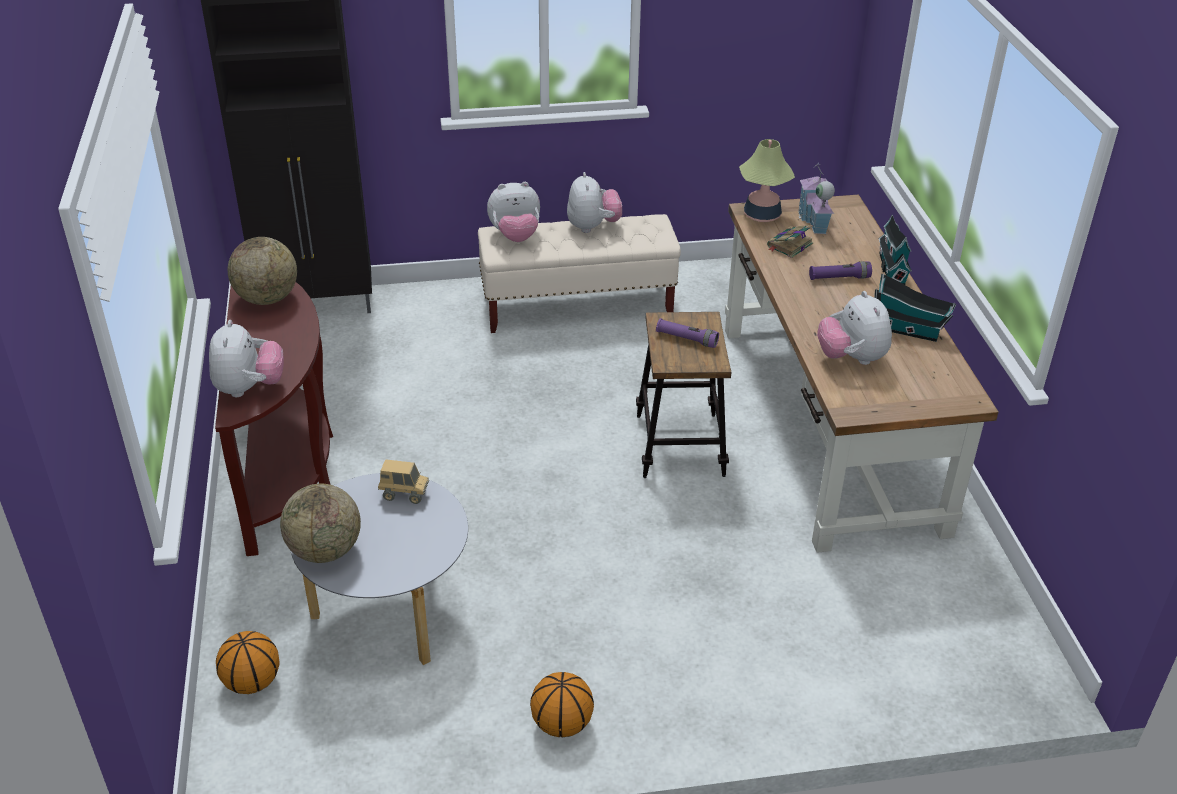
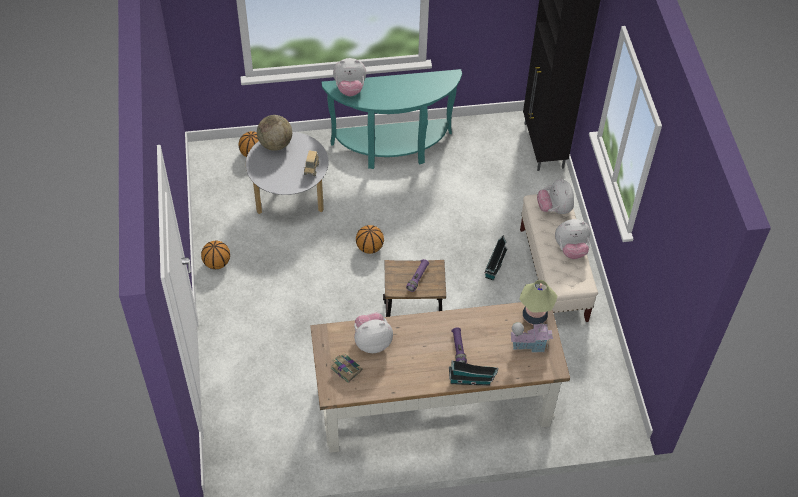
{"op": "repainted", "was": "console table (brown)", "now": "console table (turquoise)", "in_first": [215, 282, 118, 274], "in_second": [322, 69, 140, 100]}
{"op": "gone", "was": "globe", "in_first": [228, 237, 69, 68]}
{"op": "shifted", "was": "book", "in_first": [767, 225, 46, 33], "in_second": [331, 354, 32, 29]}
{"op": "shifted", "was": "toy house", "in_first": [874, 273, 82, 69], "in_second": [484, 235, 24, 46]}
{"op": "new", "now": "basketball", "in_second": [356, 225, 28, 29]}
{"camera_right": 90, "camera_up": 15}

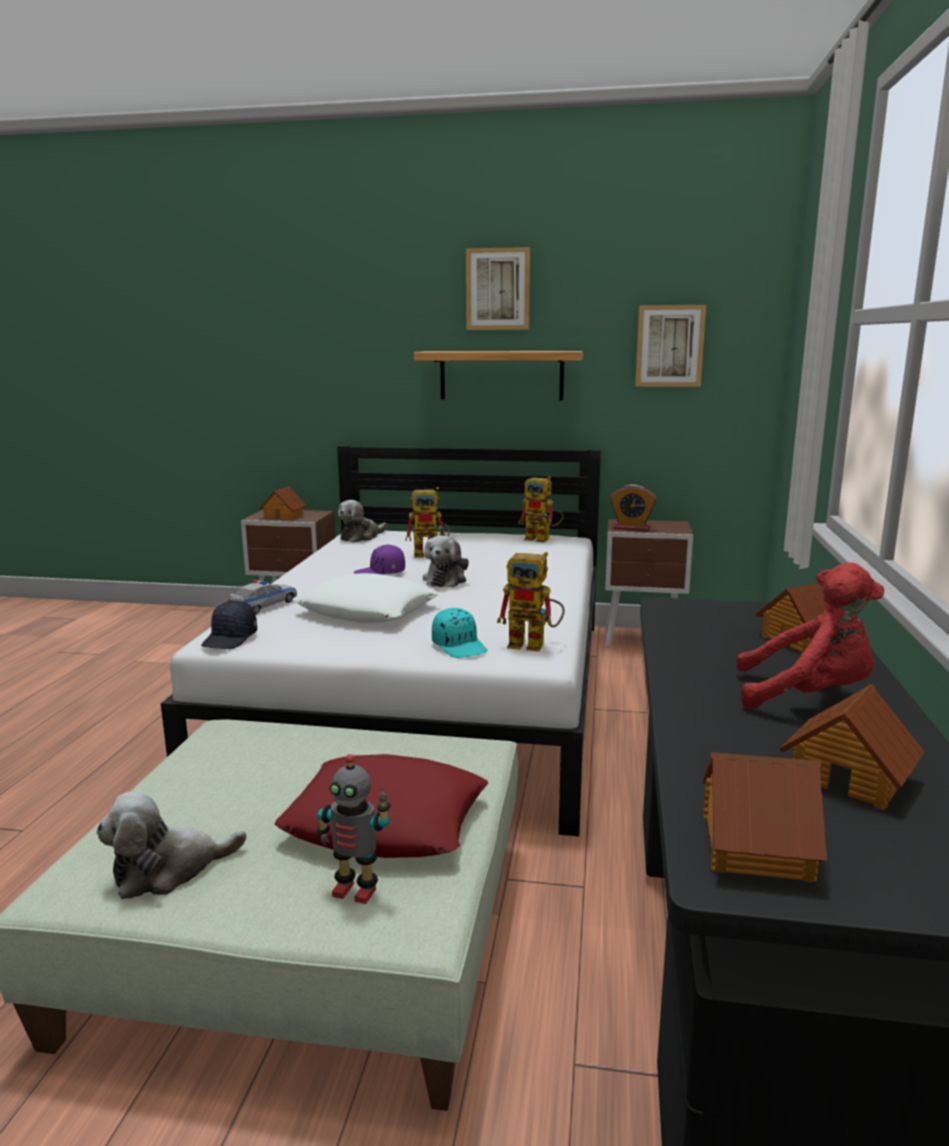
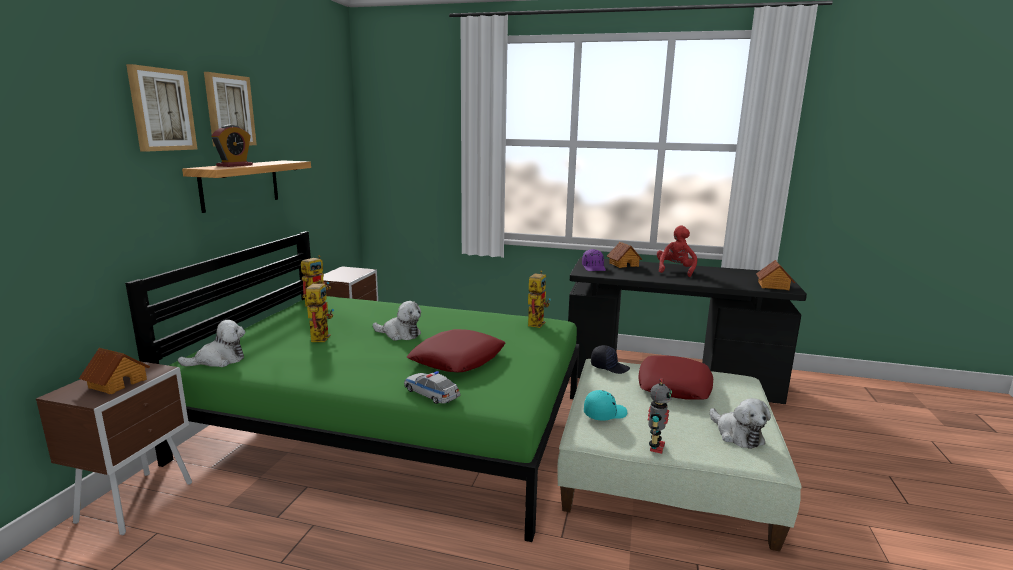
{"op": "repainted", "was": "bed (white)", "now": "bed (green)", "in_first": [161, 446, 440, 390], "in_second": [125, 231, 455, 311]}
{"op": "shifted", "was": "cap (black)", "in_first": [201, 601, 56, 48], "in_second": [591, 345, 39, 29]}
{"op": "repainted", "was": "pillow (white)", "now": "pillow (red)", "in_first": [295, 573, 144, 50], "in_second": [407, 329, 98, 43]}
{"op": "shifted", "was": "toy robot", "in_first": [317, 754, 74, 150], "in_second": [647, 378, 25, 76]}
{"op": "rotated", "was": "plush toy", "in_first": [338, 500, 49, 43], "in_second": [178, 320, 67, 47], "clockwise": -75}
{"op": "shifted", "was": "cap (purple)", "in_first": [354, 545, 51, 30], "in_second": [582, 249, 24, 22]}
{"op": "shifted", "was": "cap (turquoise)", "in_first": [432, 608, 56, 50], "in_second": [584, 390, 43, 31]}
{"op": "shifted", "was": "alarm clock", "in_first": [610, 484, 47, 47], "in_second": [211, 125, 42, 42]}
{"op": "shifted", "was": "picture", "in_first": [635, 305, 71, 82], "in_second": [126, 64, 71, 88]}
{"op": "gone", "was": "toy house", "in_first": [779, 684, 146, 126]}
{"camera_right": -85, "camera_up": 0}

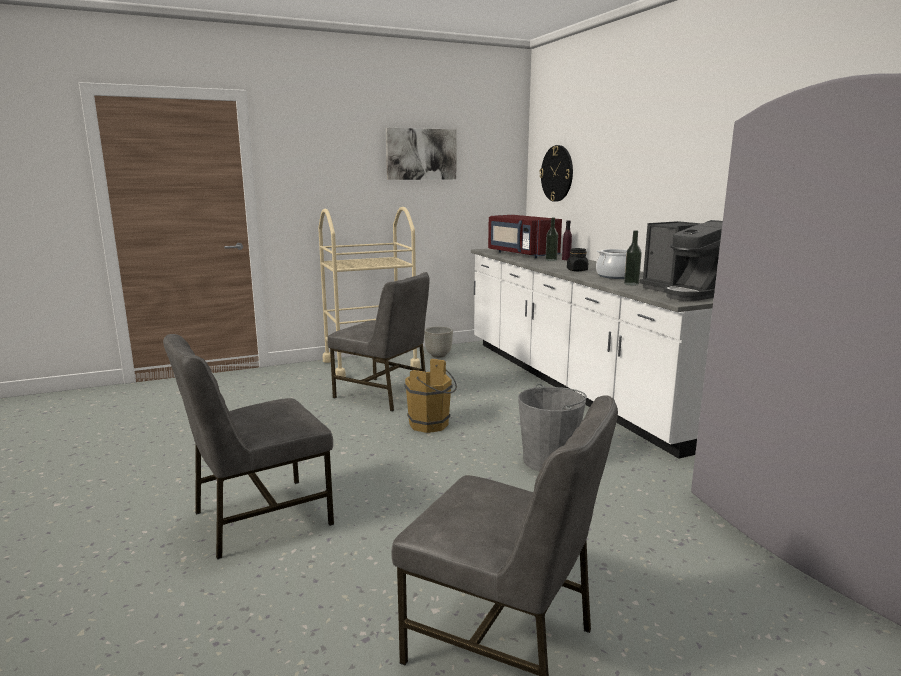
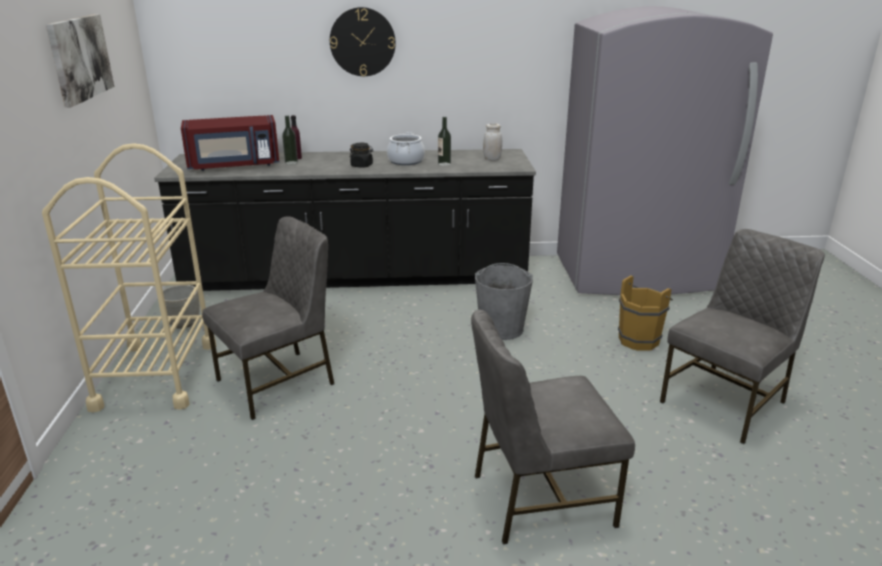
{"op": "rotated", "was": "chair (grey)", "in_first": [163, 334, 171, 225], "in_second": [471, 310, 164, 235], "clockwise": 90}
{"op": "shifted", "was": "bucket (brown)", "in_first": [404, 358, 53, 75], "in_second": [618, 275, 55, 76]}
{"op": "repainted", "was": "counter (white)", "now": "counter (black)", "in_first": [471, 249, 243, 210], "in_second": [154, 149, 382, 142]}
{"op": "shifted", "was": "wall clock", "in_first": [540, 145, 33, 57], "in_second": [330, 7, 66, 69]}
{"op": "swapped", "was": "coffee machine", "now": "jar (white)", "in_first": [640, 220, 83, 81], "in_second": [483, 123, 19, 38]}
{"camera_right": -70, "camera_up": 10}

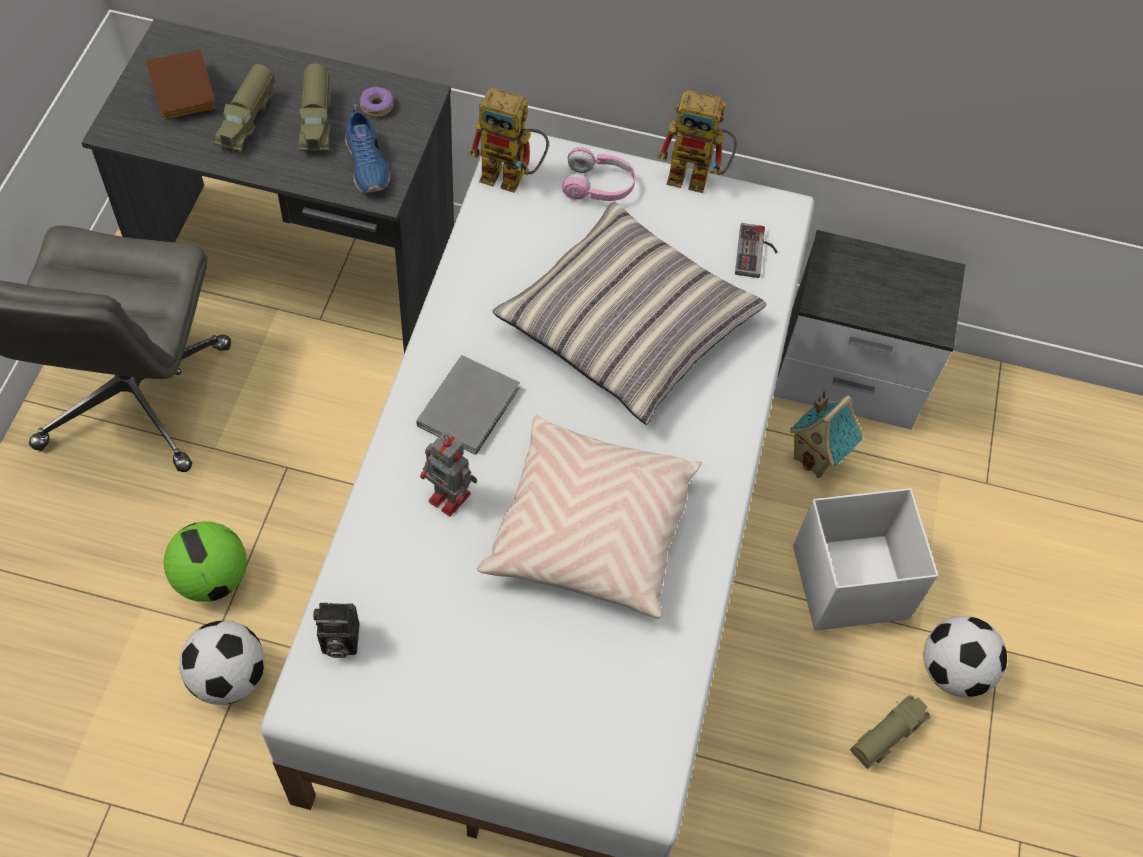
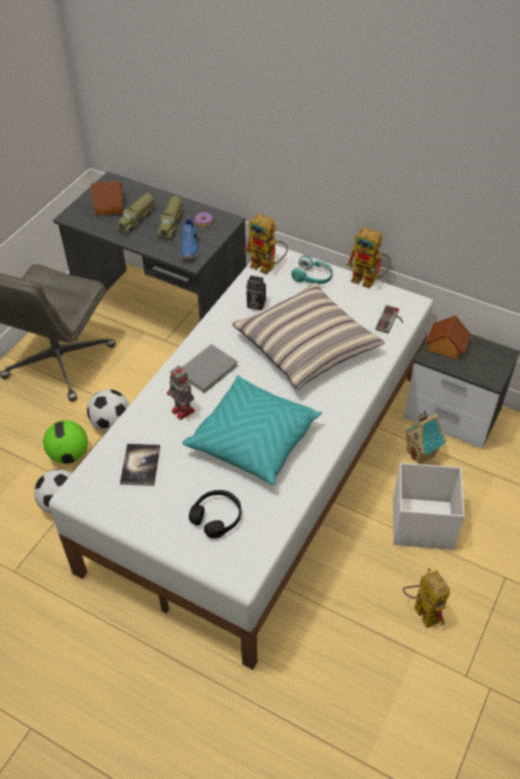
{"op": "shifted", "was": "photo camera", "in_first": [313, 603, 46, 55], "in_second": [246, 275, 20, 35]}
{"op": "repainted", "was": "pillow (beige)", "now": "pillow (turquoise)", "in_first": [477, 416, 225, 202], "in_second": [182, 375, 140, 110]}
{"op": "repainted", "was": "headphones (pink)", "now": "headphones (turquoise)", "in_first": [562, 147, 73, 54], "in_second": [291, 255, 42, 29]}
{"op": "swapped", "was": "toy truck", "now": "toy robot", "in_first": [850, 695, 81, 74], "in_second": [403, 568, 47, 60]}
{"op": "shifted", "was": "football", "in_first": [924, 616, 83, 82], "in_second": [87, 389, 42, 42]}
{"op": "new", "now": "book", "in_second": [120, 444, 40, 42]}
{"op": "new", "now": "headphones (black)", "in_second": [189, 490, 52, 49]}
{"op": "new", "now": "toy house", "in_second": [425, 315, 46, 45]}
{"camera_right": 20, "camera_up": -10}

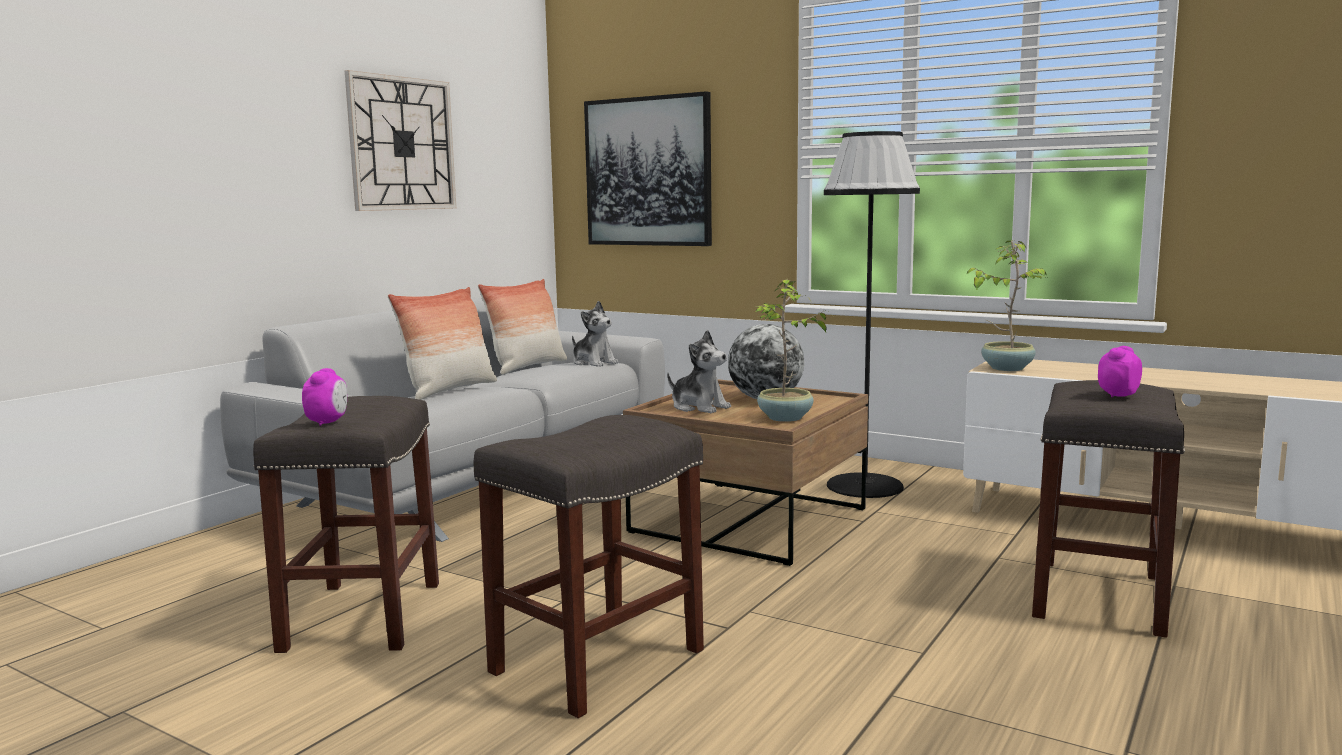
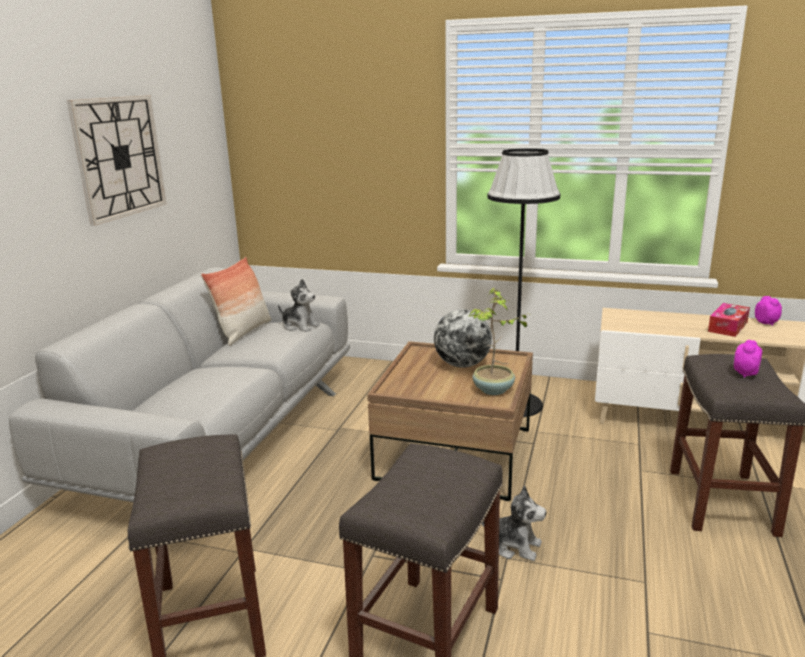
{"op": "shifted", "was": "alarm clock", "in_first": [302, 368, 45, 58], "in_second": [755, 296, 27, 30]}
{"op": "gone", "was": "pillow", "in_first": [388, 287, 109, 113]}
{"op": "gone", "was": "picture", "in_first": [584, 91, 128, 155]}
{"op": "shifted", "was": "plush toy", "in_first": [667, 330, 64, 83], "in_second": [481, 486, 65, 75]}
{"op": "gone", "was": "potted plant", "in_first": [966, 241, 81, 130]}
{"op": "new", "now": "tissue box", "in_second": [708, 303, 42, 34]}
{"camera_right": -15, "camera_up": 10}

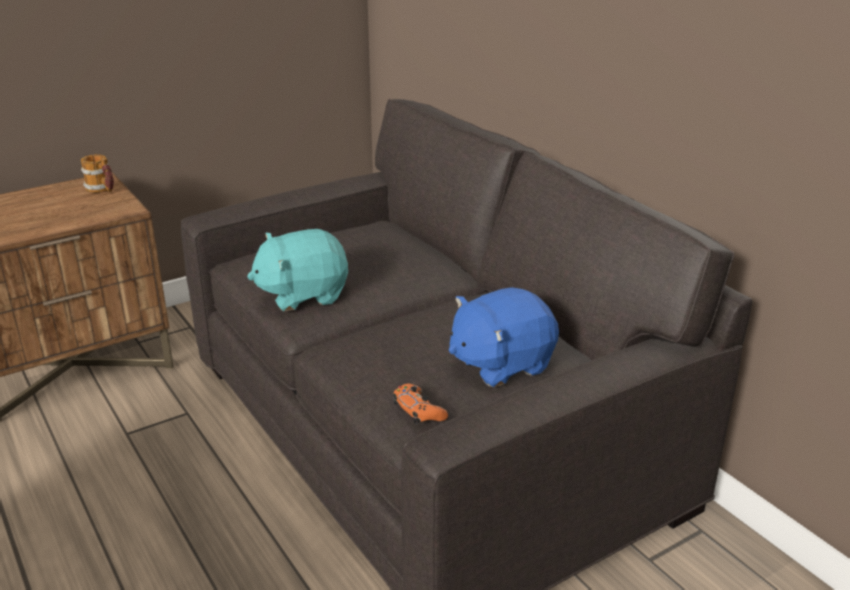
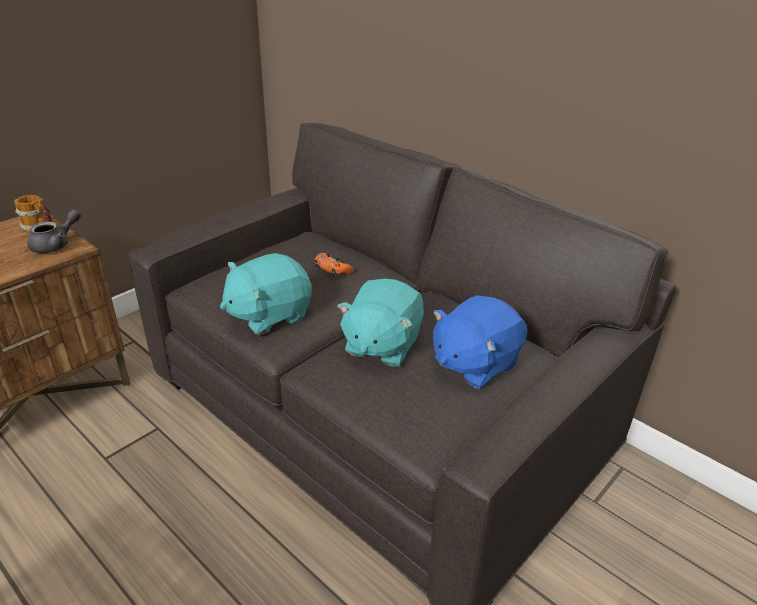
{"op": "shifted", "was": "game controller (orange)", "in_first": [393, 383, 55, 41], "in_second": [315, 253, 39, 24]}
{"op": "new", "now": "teapot (grey)", "in_second": [27, 209, 54, 44]}
{"op": "new", "now": "plush toy (turquoise)", "in_second": [337, 279, 87, 88]}
{"camera_right": -15, "camera_up": 5}

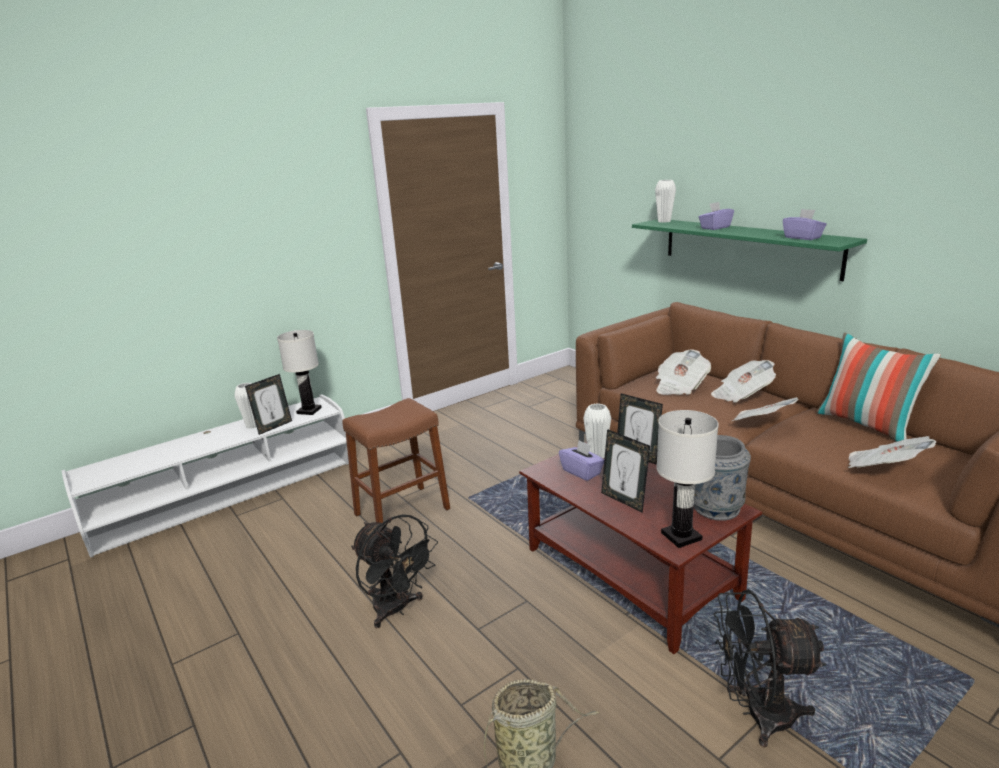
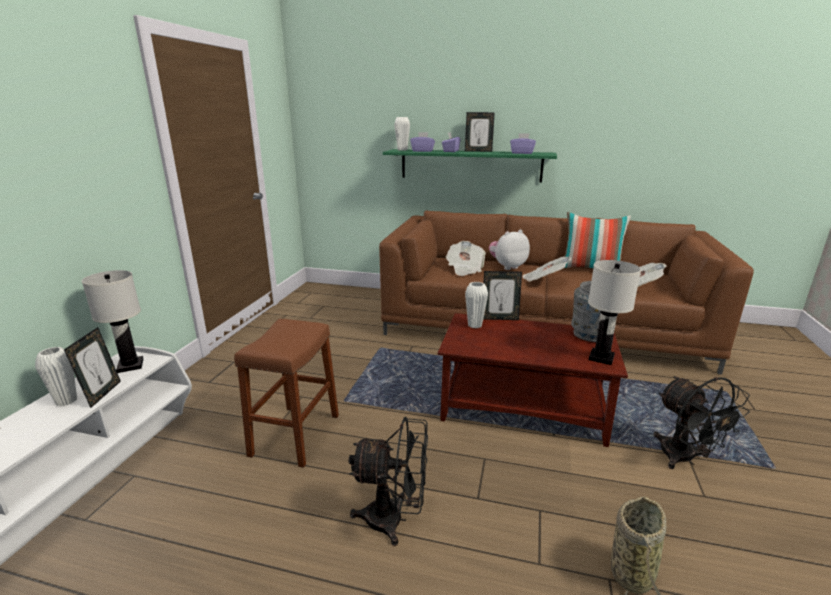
{"op": "shifted", "was": "tissue box (purple)", "in_first": [559, 440, 45, 41], "in_second": [410, 132, 25, 20]}
{"op": "shifted", "was": "picture frame", "in_first": [601, 429, 49, 84], "in_second": [465, 112, 30, 40]}
{"op": "swapped", "was": "newspaper", "now": "plush toy", "in_first": [711, 360, 65, 43], "in_second": [489, 229, 41, 41]}
{"op": "rotated", "was": "fan (black)", "in_first": [714, 589, 112, 158], "in_second": [653, 376, 97, 93], "clockwise": -75}
{"camera_right": -40, "camera_up": 0}

